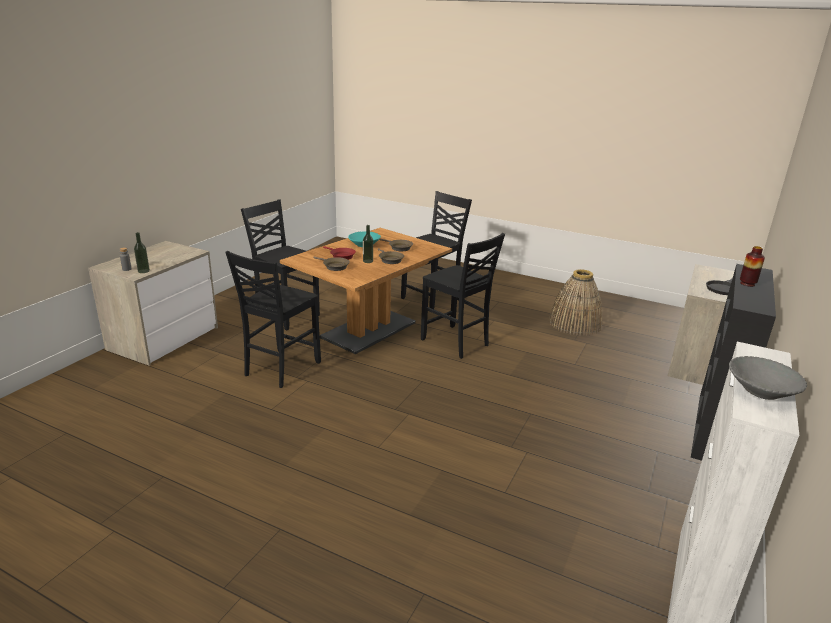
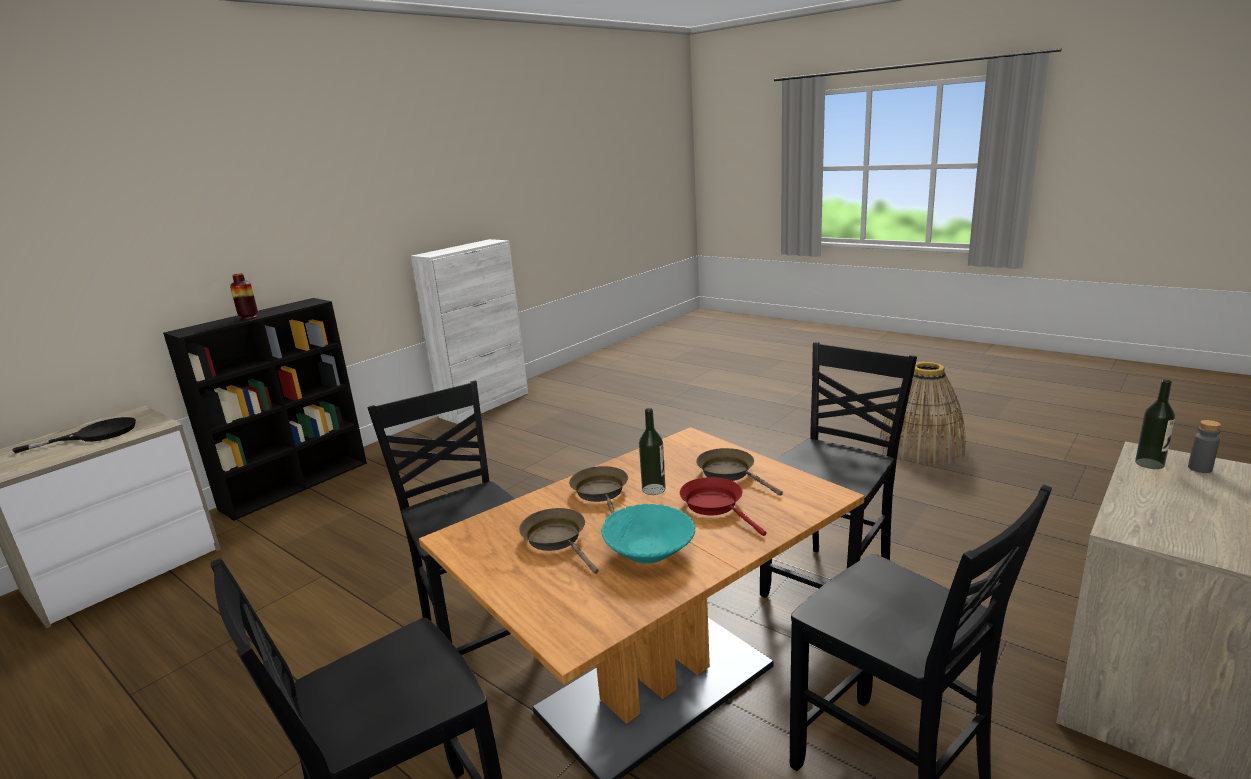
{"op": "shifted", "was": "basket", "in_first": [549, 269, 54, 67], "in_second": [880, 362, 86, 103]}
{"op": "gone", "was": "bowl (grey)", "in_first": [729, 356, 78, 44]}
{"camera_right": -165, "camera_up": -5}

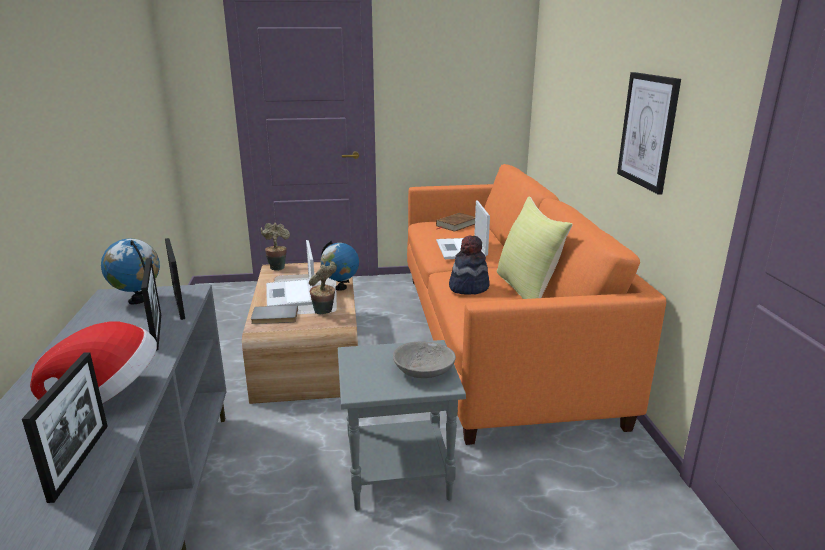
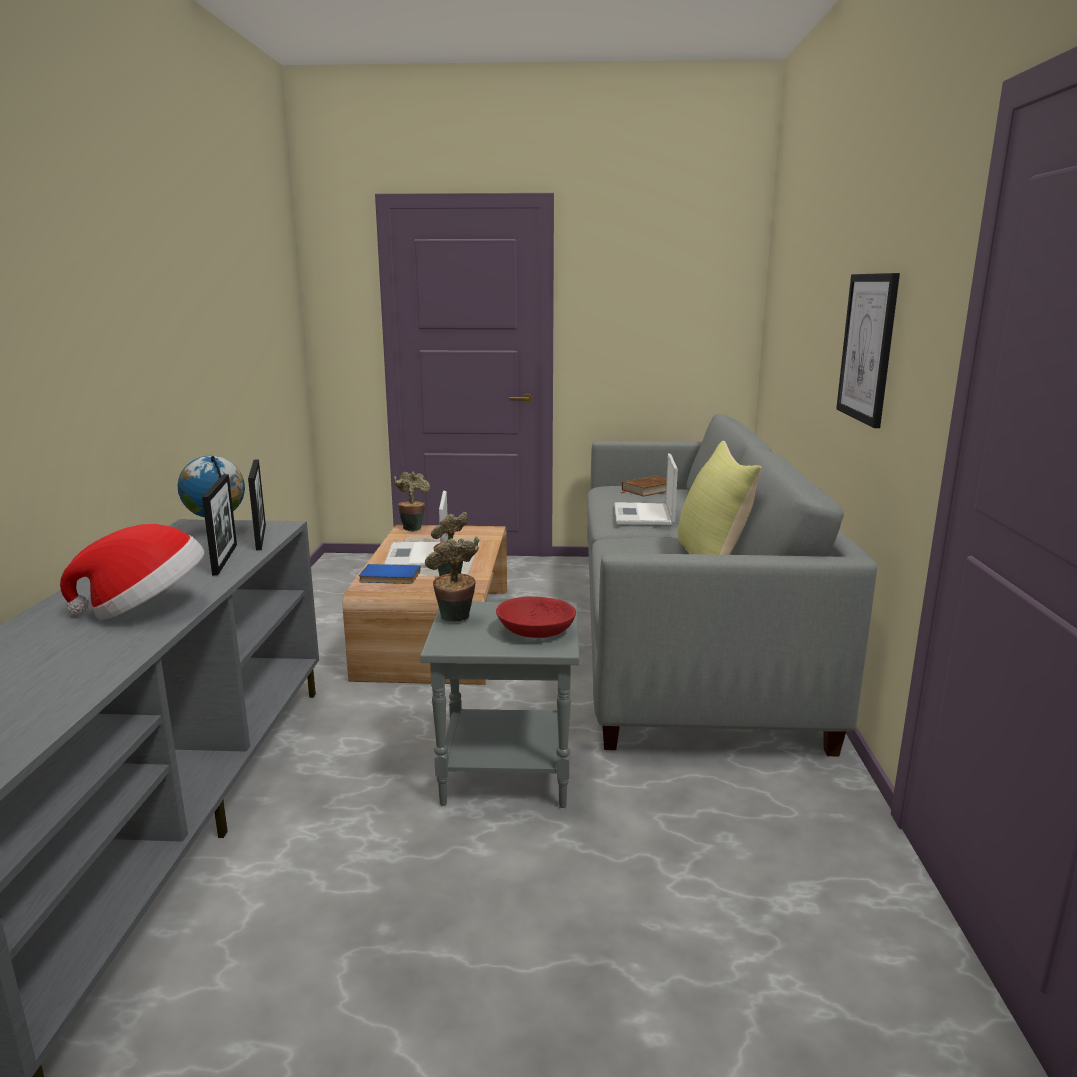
{"op": "gone", "was": "picture frame", "in_first": [22, 352, 86, 151]}
{"op": "repainted", "was": "book (grey)", "now": "book (blue)", "in_first": [251, 305, 47, 19], "in_second": [359, 564, 62, 20]}
{"op": "gone", "was": "globe", "in_first": [320, 241, 39, 50]}
{"op": "repainted", "was": "bowl (grey)", "now": "bowl (red)", "in_first": [393, 342, 63, 36], "in_second": [496, 597, 80, 41]}
{"op": "repainted", "was": "sofa (orange)", "now": "sofa (grey)", "in_first": [407, 164, 259, 281], "in_second": [587, 414, 290, 342]}
{"op": "gone", "was": "hat", "in_first": [449, 235, 41, 60]}
{"op": "new", "now": "potted plant", "in_second": [425, 536, 54, 85]}
{"camera_right": 10, "camera_up": -5}

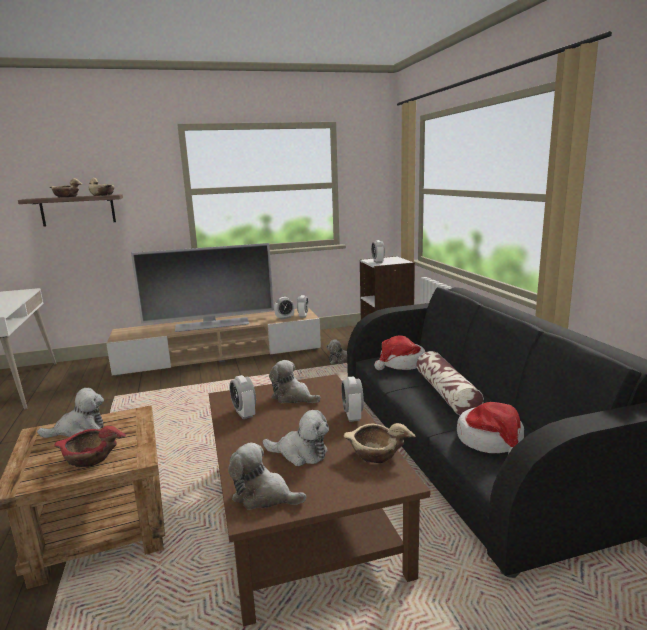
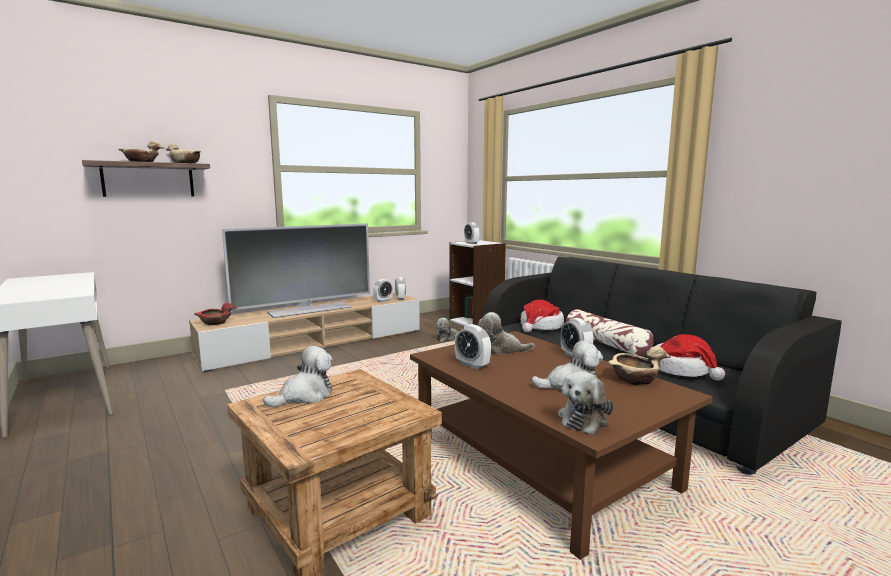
{"op": "shifted", "was": "bowl (red)", "in_first": [54, 426, 72, 41], "in_second": [194, 303, 43, 22]}
{"op": "rotated", "was": "plush toy", "in_first": [228, 442, 78, 68], "in_second": [558, 371, 56, 63], "clockwise": -60}
{"camera_right": -20, "camera_up": -5}

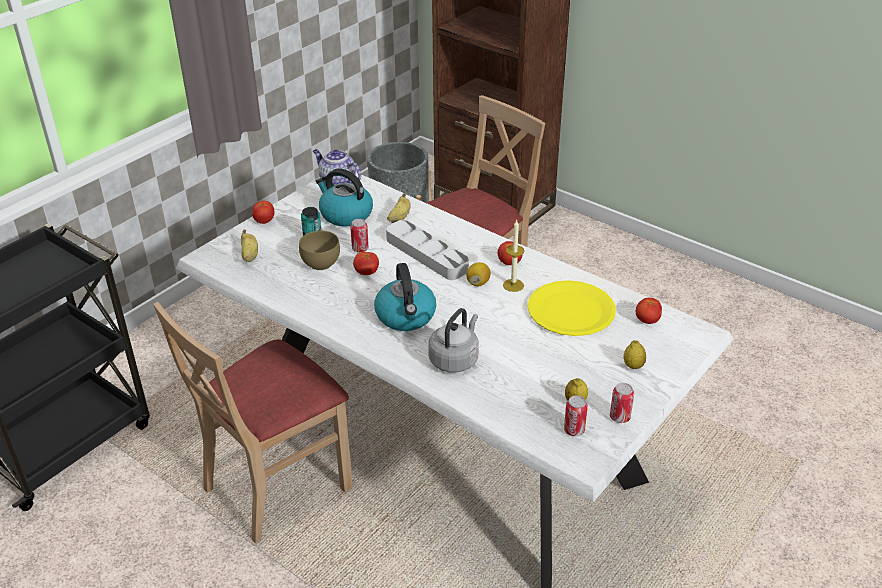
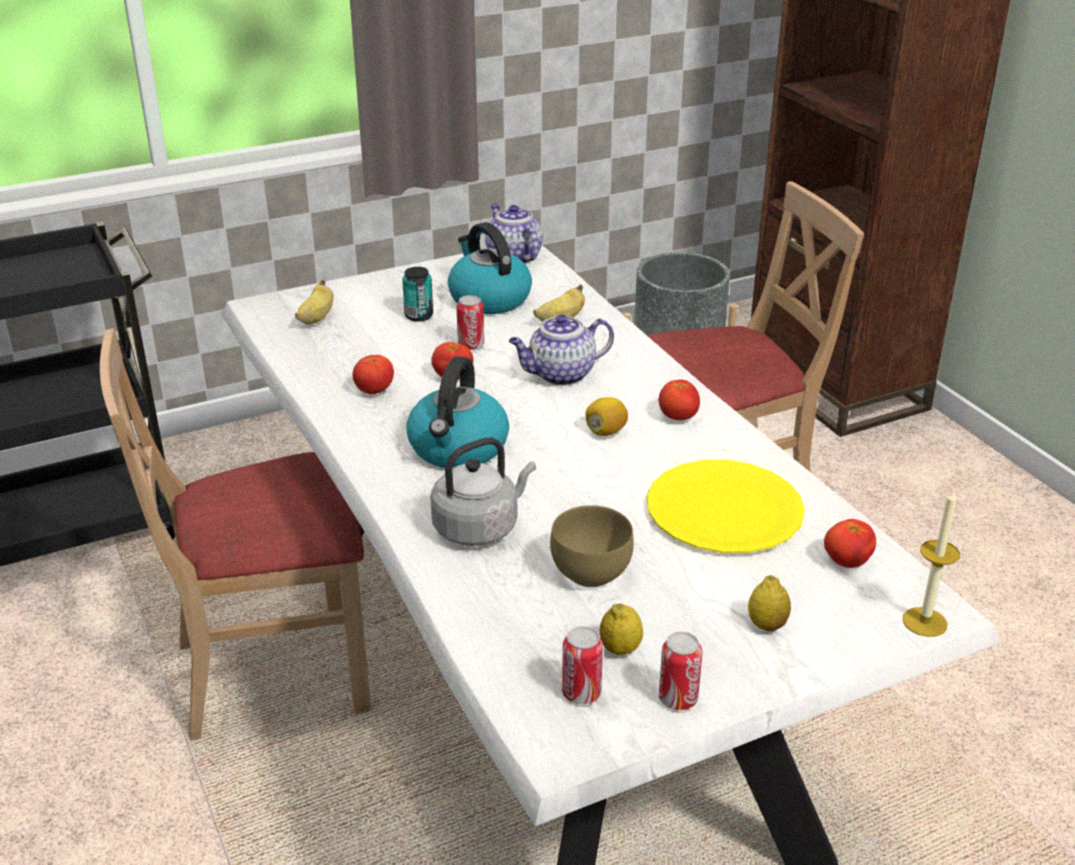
{"op": "shifted", "was": "tomato", "in_first": [252, 201, 23, 23], "in_second": [353, 355, 41, 39]}
{"op": "shifted", "was": "bowl (brown)", "in_first": [299, 231, 41, 39], "in_second": [550, 505, 84, 82]}
{"op": "swapped", "was": "tray (grey)", "now": "teapot", "in_first": [386, 220, 83, 60], "in_second": [509, 314, 105, 72]}
{"op": "shifted", "was": "candle", "in_first": [503, 220, 21, 72], "in_second": [902, 489, 58, 148]}
{"camera_right": 25, "camera_up": -5}

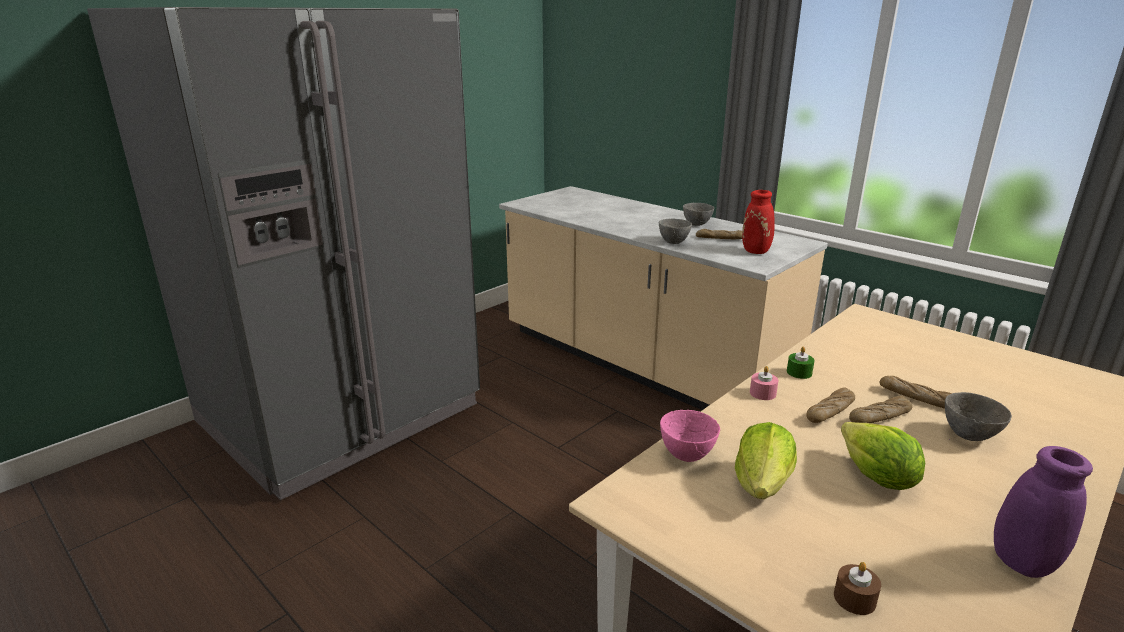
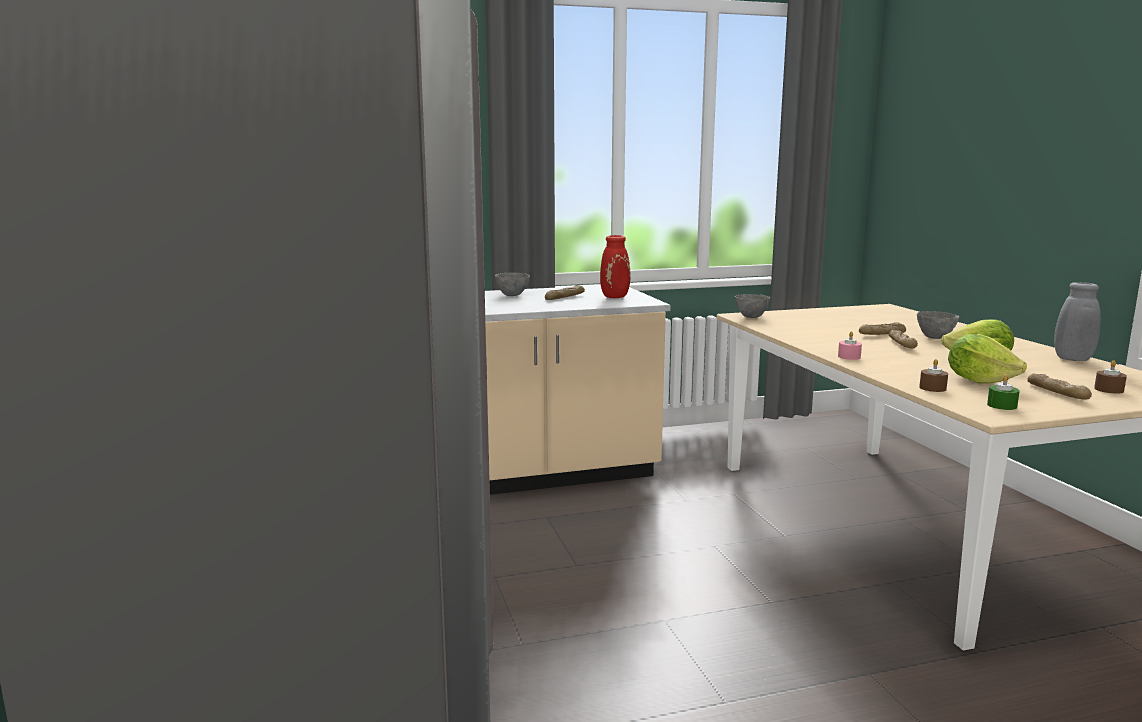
{"op": "shifted", "was": "bowl (grey)", "in_first": [659, 219, 33, 25], "in_second": [735, 294, 35, 24]}
{"op": "swapped", "was": "bowl (pink)", "now": "candle (brown)", "in_first": [660, 410, 60, 52], "in_second": [919, 359, 29, 33]}
{"op": "shifted", "was": "candle (green)", "in_first": [787, 347, 27, 32], "in_second": [987, 375, 33, 35]}
{"op": "shifted", "was": "bread", "in_first": [807, 388, 48, 35], "in_second": [1028, 373, 64, 27]}
{"op": "repainted", "was": "vase (purple)", "now": "vase (grey)", "in_first": [949, 439, 144, 139], "in_second": [1054, 282, 46, 79]}
{"camera_right": -60, "camera_up": -10}

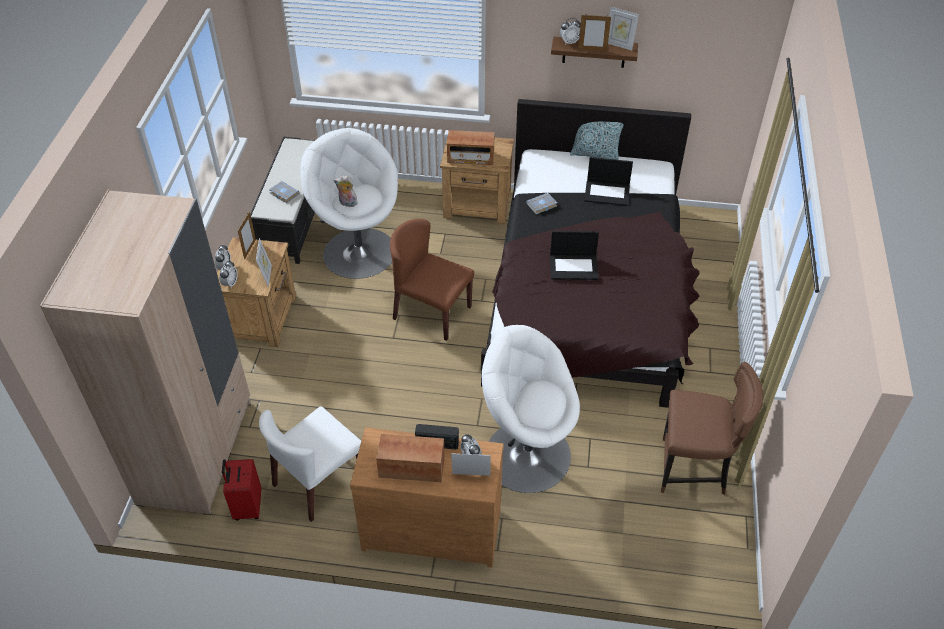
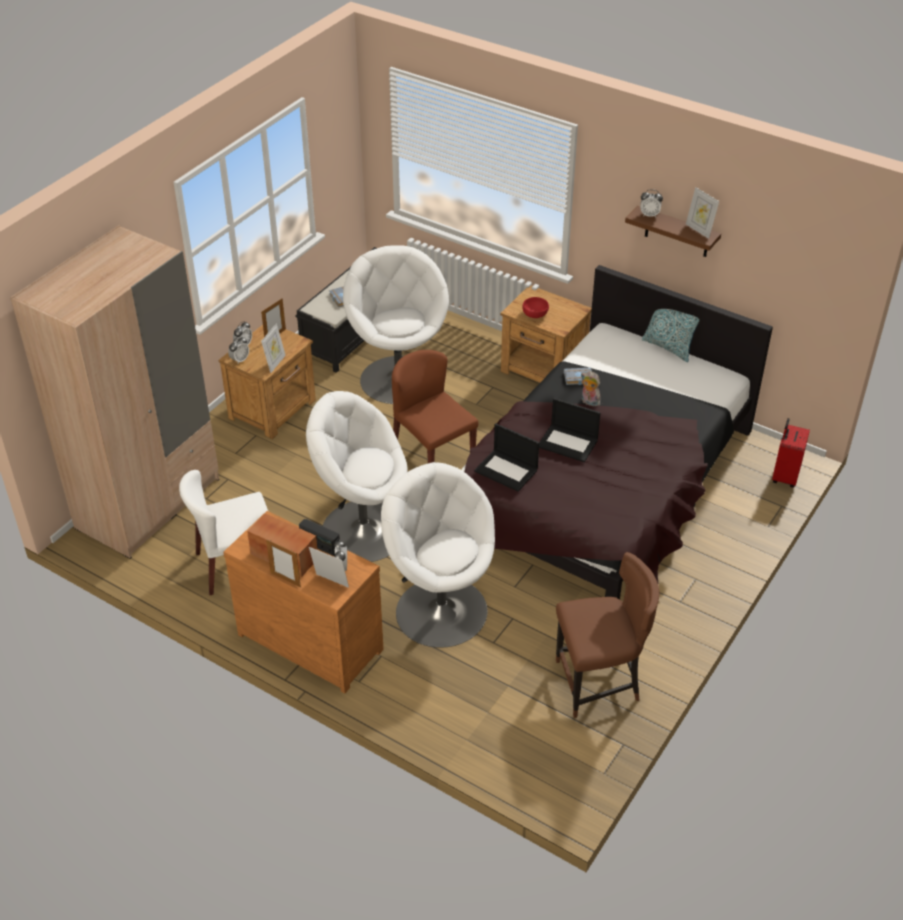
{"op": "shifted", "was": "suitcase (red)", "in_first": [222, 459, 39, 61], "in_second": [772, 418, 38, 70]}
{"op": "shifted", "was": "plush toy", "in_first": [334, 175, 24, 32], "in_second": [581, 371, 20, 35]}
{"op": "swapped", "was": "radio", "now": "bowl (red)", "in_first": [447, 130, 47, 35], "in_second": [522, 297, 27, 21]}
{"op": "shifted", "was": "picture frame", "in_first": [578, 15, 33, 36], "in_second": [266, 539, 35, 48]}
{"op": "shifted", "was": "laptop", "in_first": [584, 157, 49, 49], "in_second": [474, 424, 65, 68]}
{"op": "rotated", "was": "chair (brown)", "in_first": [661, 362, 103, 133], "in_second": [556, 552, 104, 166], "clockwise": -45}
{"op": "new", "now": "armchair (white)", "in_second": [306, 391, 102, 171]}
{"camera_right": 25, "camera_up": -5}

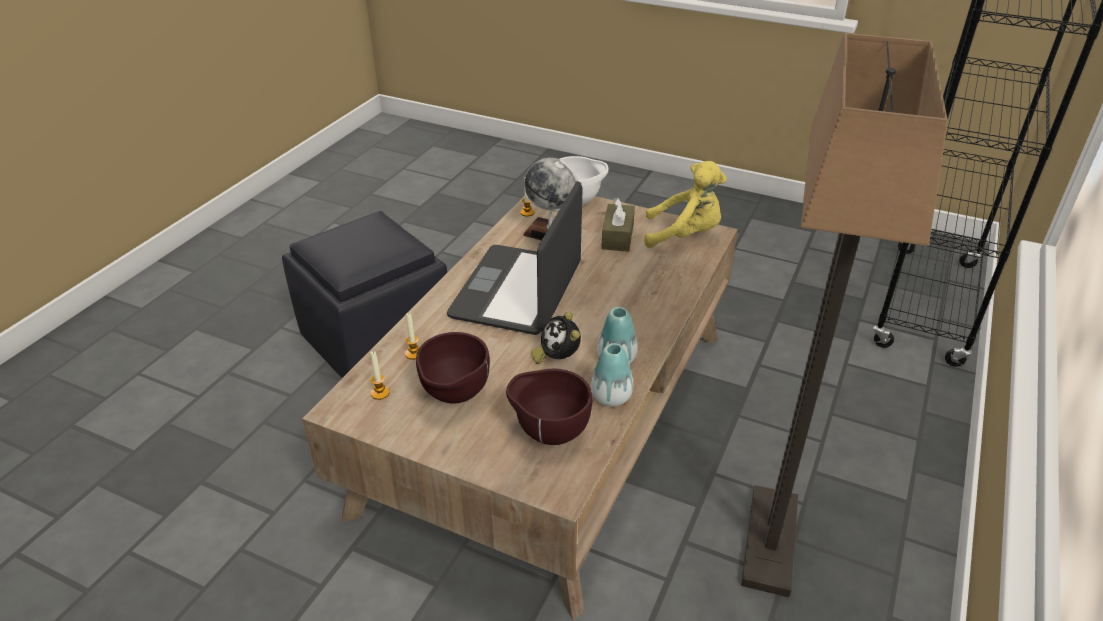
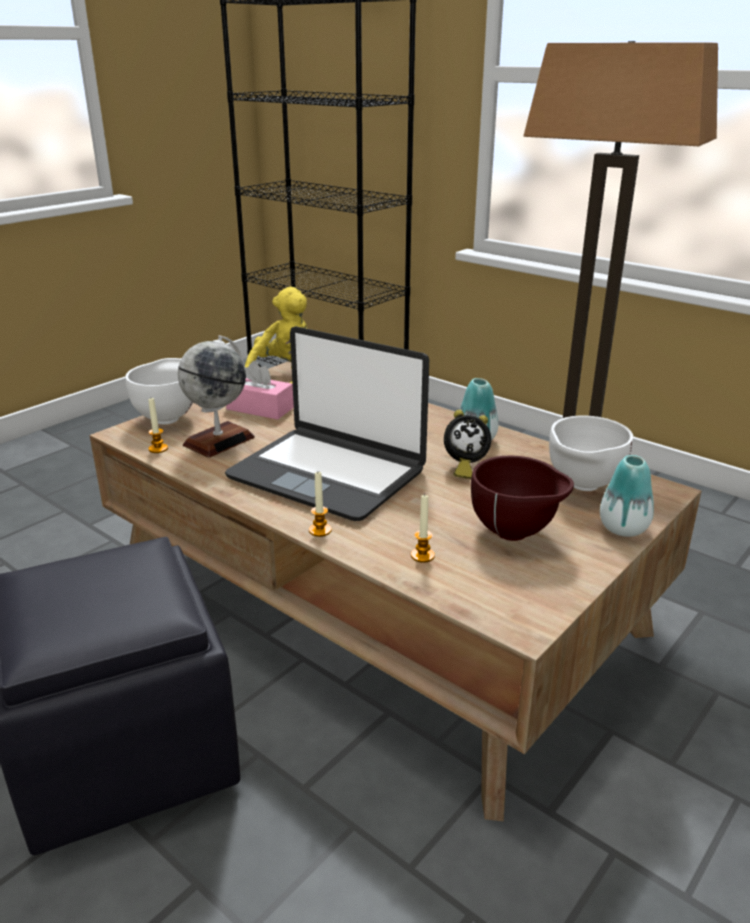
{"op": "shifted", "was": "candle", "in_first": [371, 351, 19, 49], "in_second": [309, 472, 23, 65]}
{"op": "repainted", "was": "bowl (brown)", "now": "bowl (white)", "in_first": [506, 369, 86, 76], "in_second": [549, 416, 84, 75]}
{"op": "shifted", "was": "vase", "in_first": [591, 343, 42, 64], "in_second": [600, 455, 54, 82]}
{"op": "repainted", "was": "tissue box (brown)", "now": "tissue box (pink)", "in_first": [601, 197, 34, 55], "in_second": [226, 361, 68, 59]}
{"camera_right": -75, "camera_up": -10}

